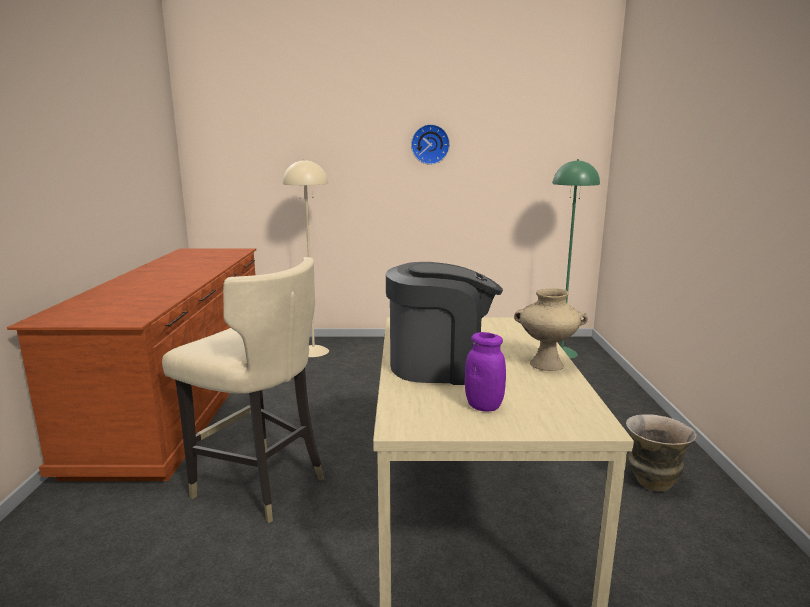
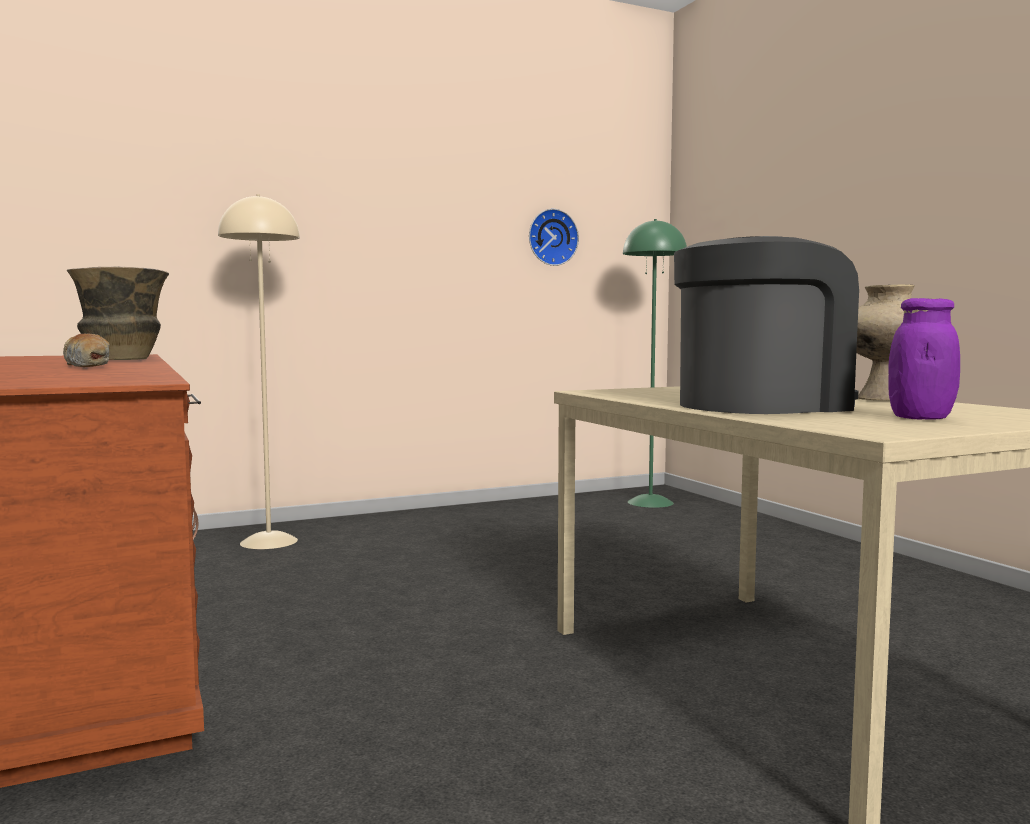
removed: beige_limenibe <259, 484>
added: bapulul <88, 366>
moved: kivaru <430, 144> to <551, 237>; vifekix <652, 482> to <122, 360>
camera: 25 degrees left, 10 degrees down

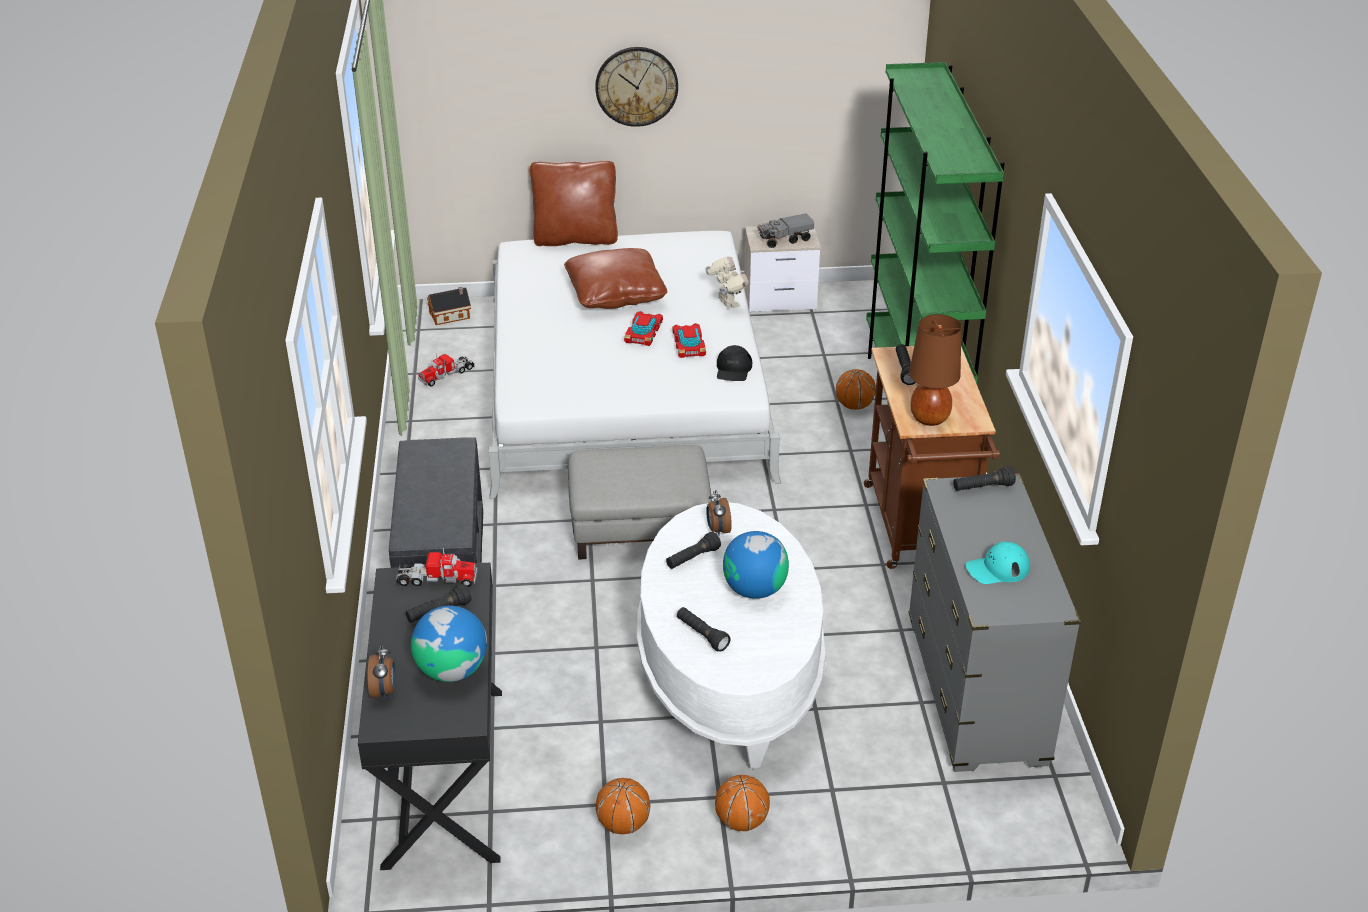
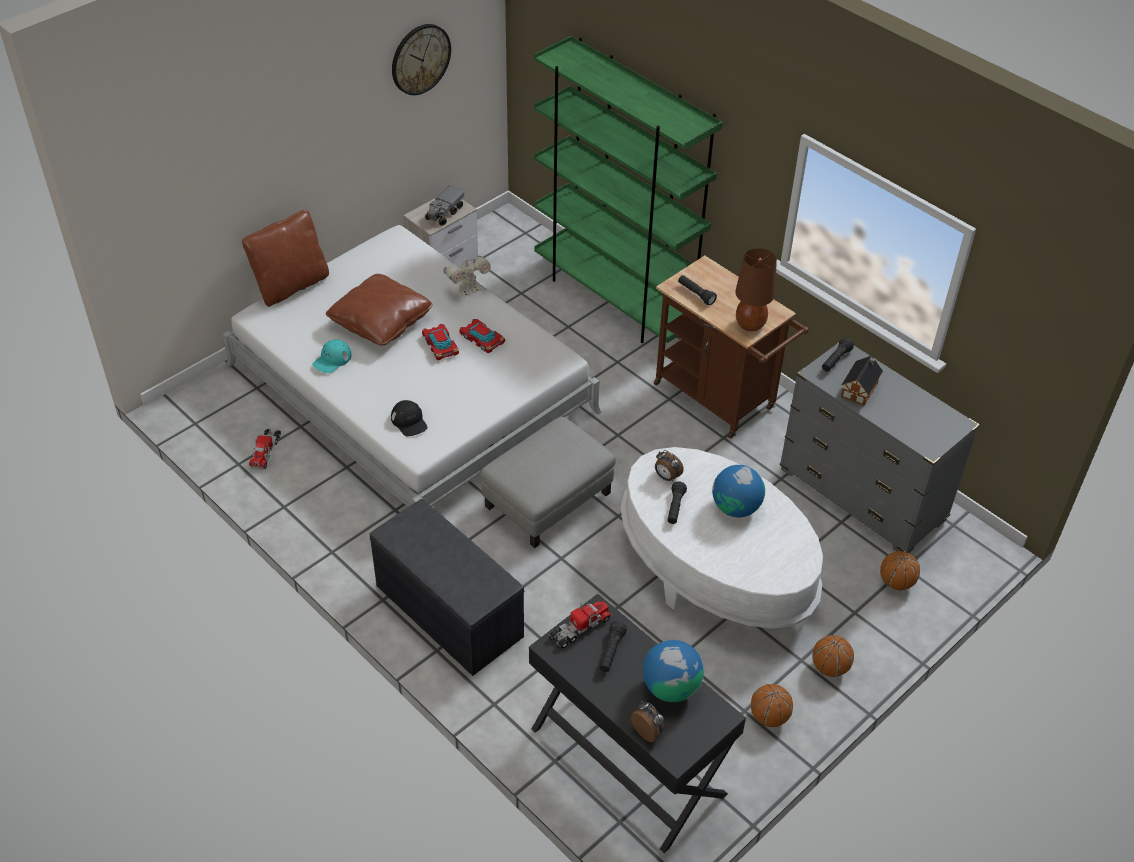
removed: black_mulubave <702, 635>
moved: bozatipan <451, 316> to <860, 389>; kivaru <636, 86> to <420, 59>; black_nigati <733, 369> to <409, 421>; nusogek <854, 406> to <896, 582>; turquoise_nigati <997, 569> to <332, 359>
turned: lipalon <727, 303> = <468, 290> 120 degrees clockwise
camera: 40 degrees left, 10 degrees up

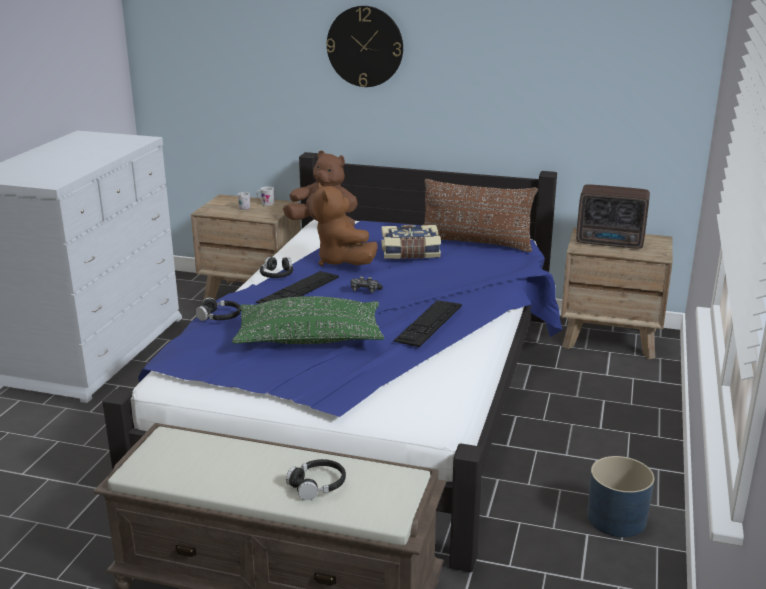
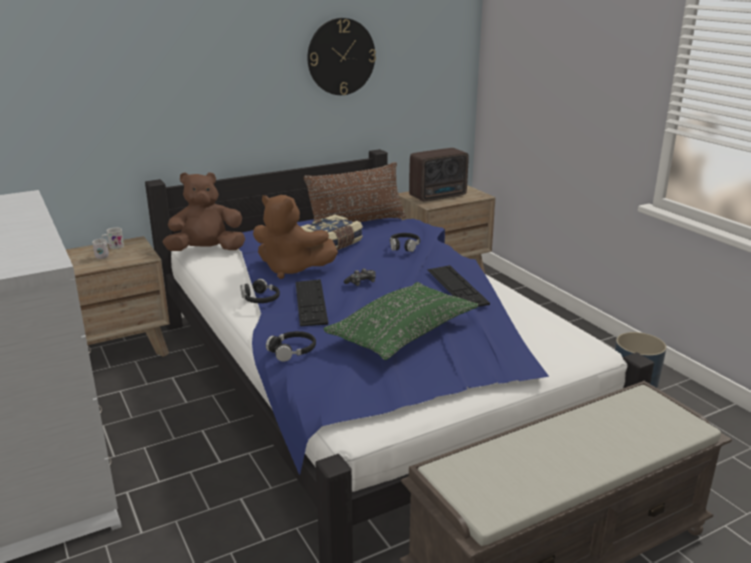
moved: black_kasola <317, 485> to <404, 246>; kivaru <365, 46> to <341, 57>
camera: 45 degrees left, 0 degrees up

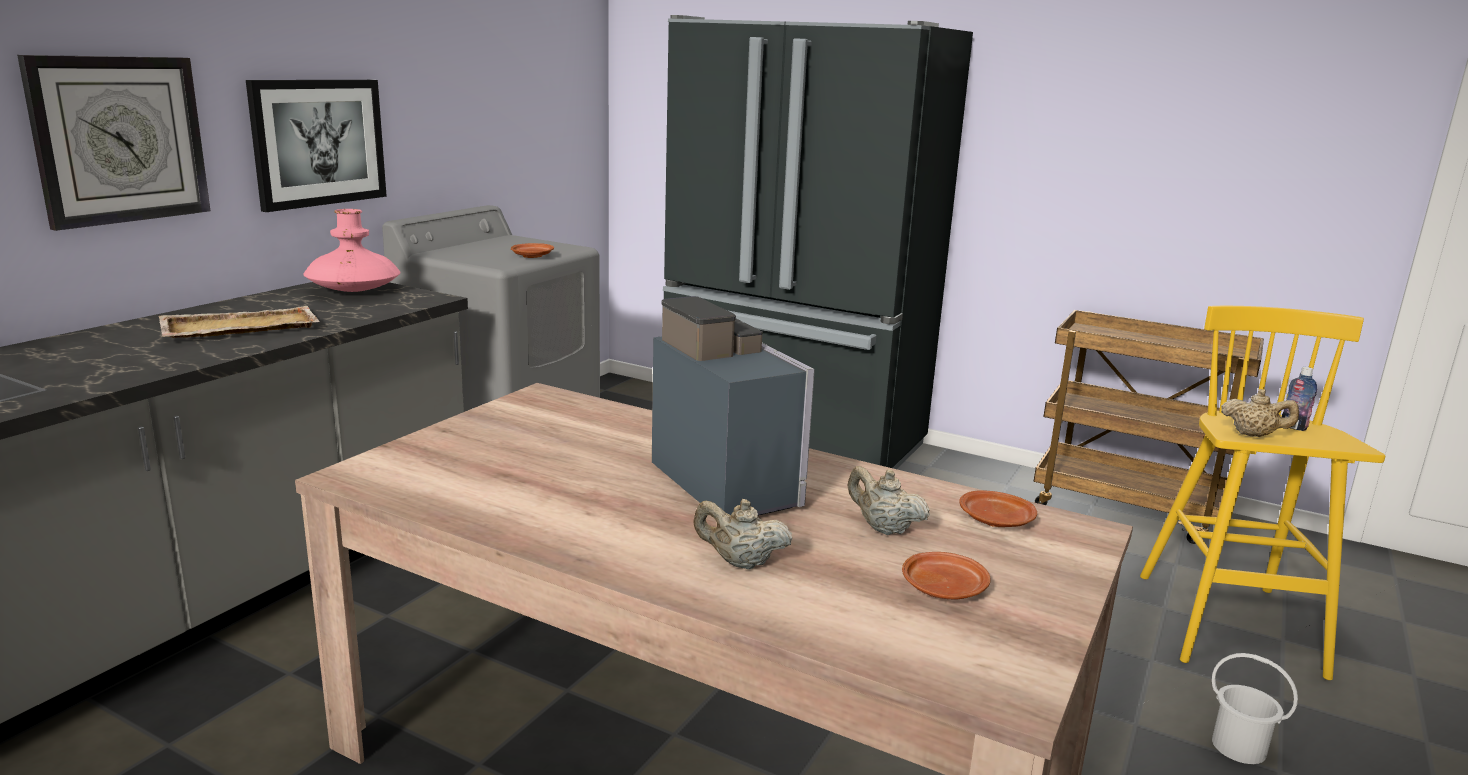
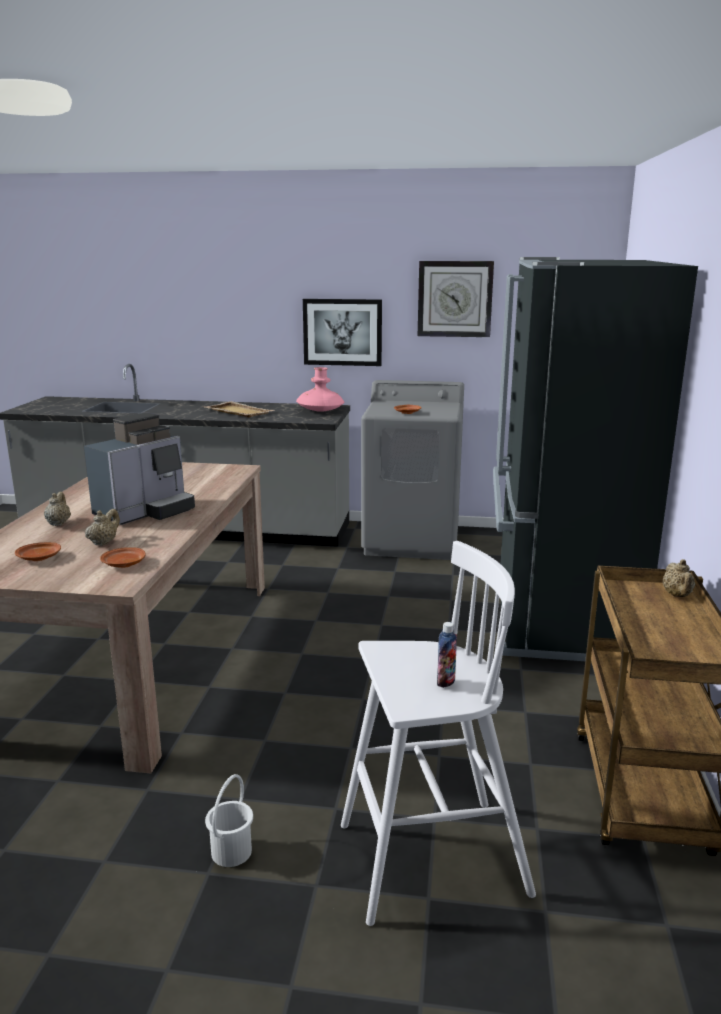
moved: kivaru <119, 140> to <455, 299>; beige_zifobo <1254, 435> to <677, 595>
recoloured: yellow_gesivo <1229, 626> to white_gesivo <428, 860>
camera: 70 degrees right, 0 degrees up

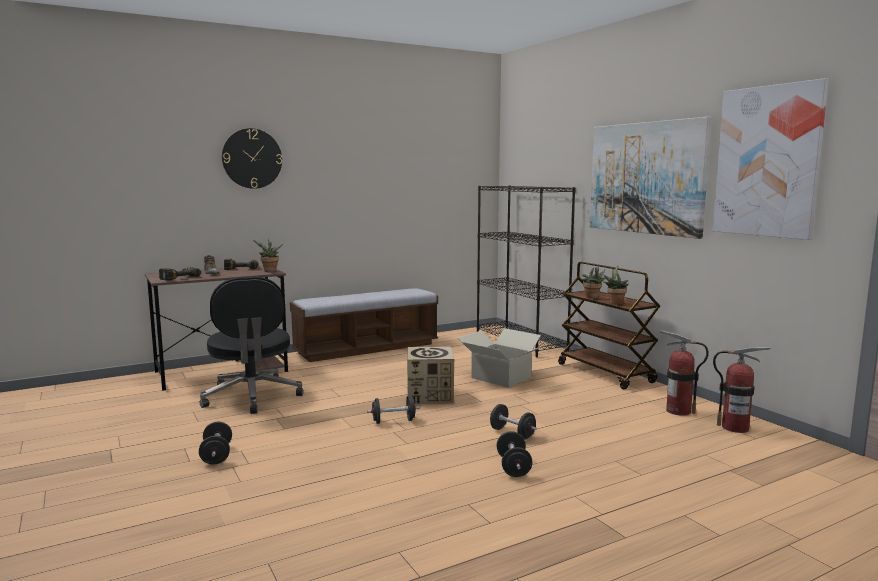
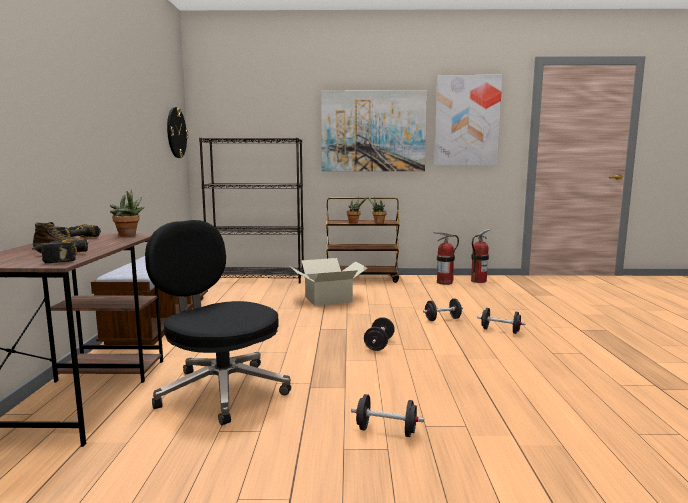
removed: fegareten <430, 396>
moved: kivaru <252, 158> to <176, 132>
turned: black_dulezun <252, 397> = <220, 390> 150 degrees counterclockwise
camera: 60 degrees left, 0 degrees up

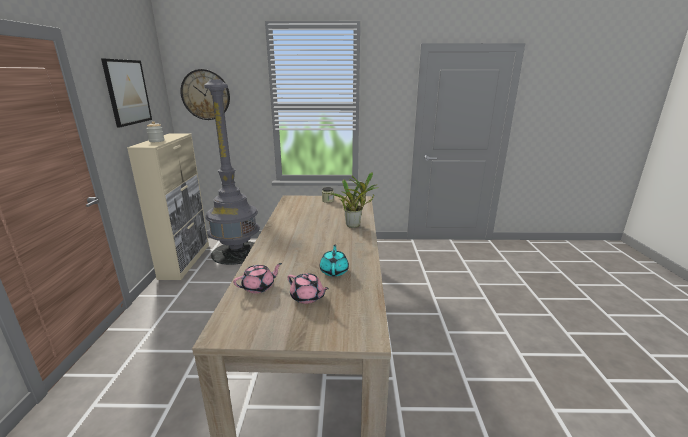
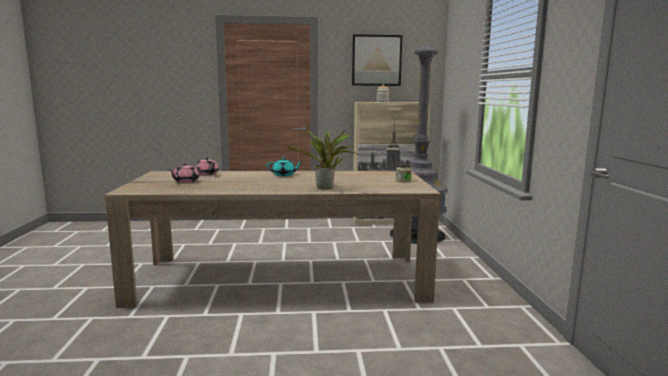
removed: kivaru <205, 95>
moved: turquoise_zifobo <334, 271> to <284, 175>
camera: 85 degrees right, 10 degrees down

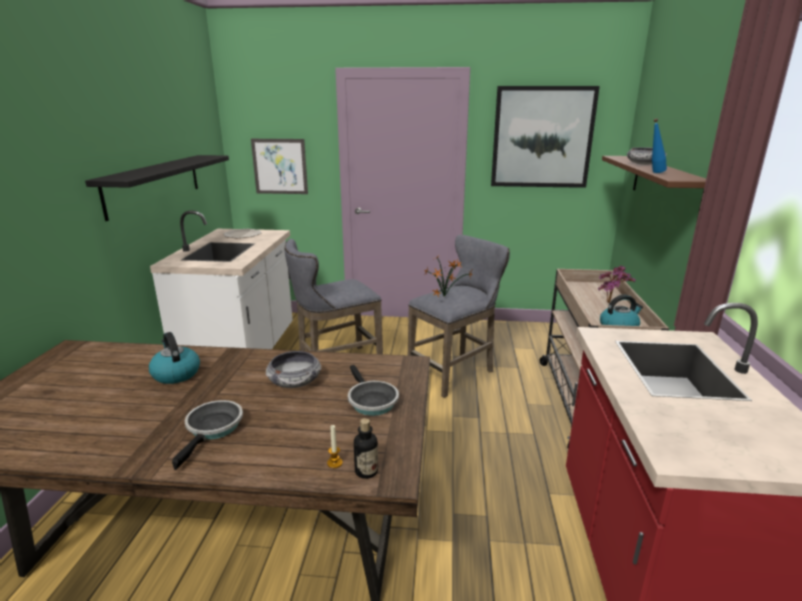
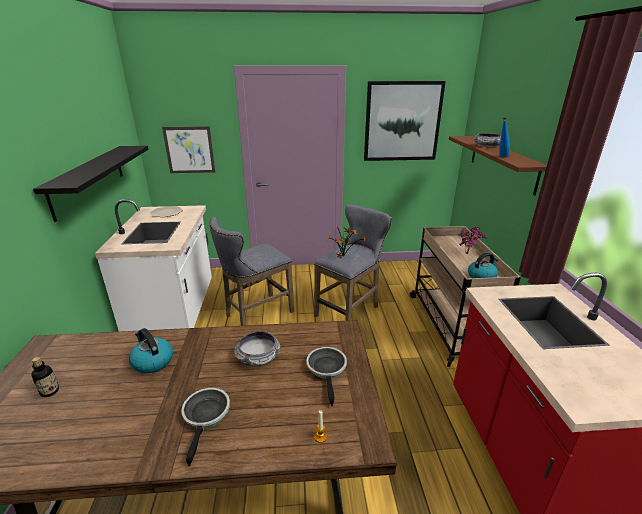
moved: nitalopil <366, 471> to <50, 391>
turned: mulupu <371, 401> = <327, 370> 150 degrees counterclockwise
camera: 10 degrees left, 5 degrees up

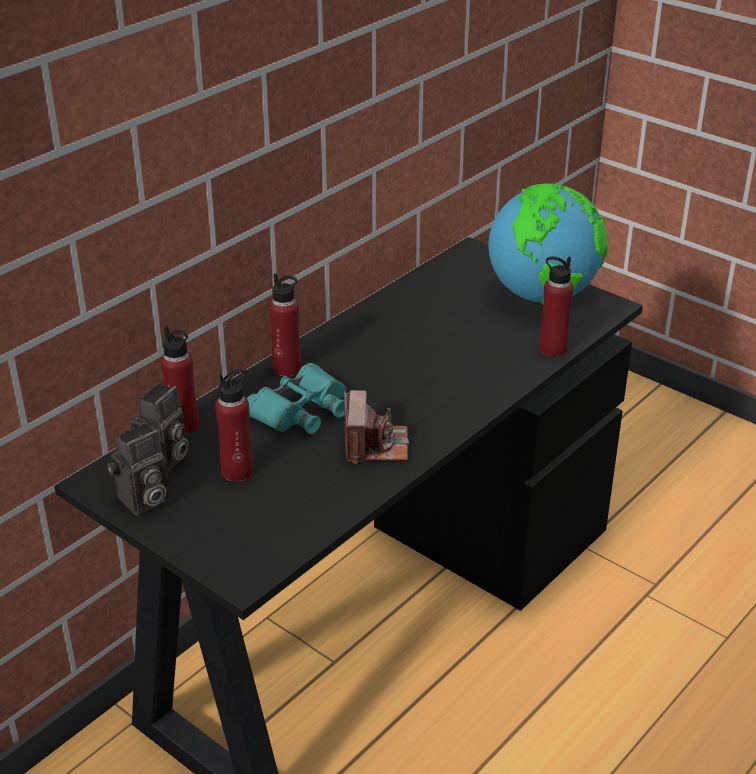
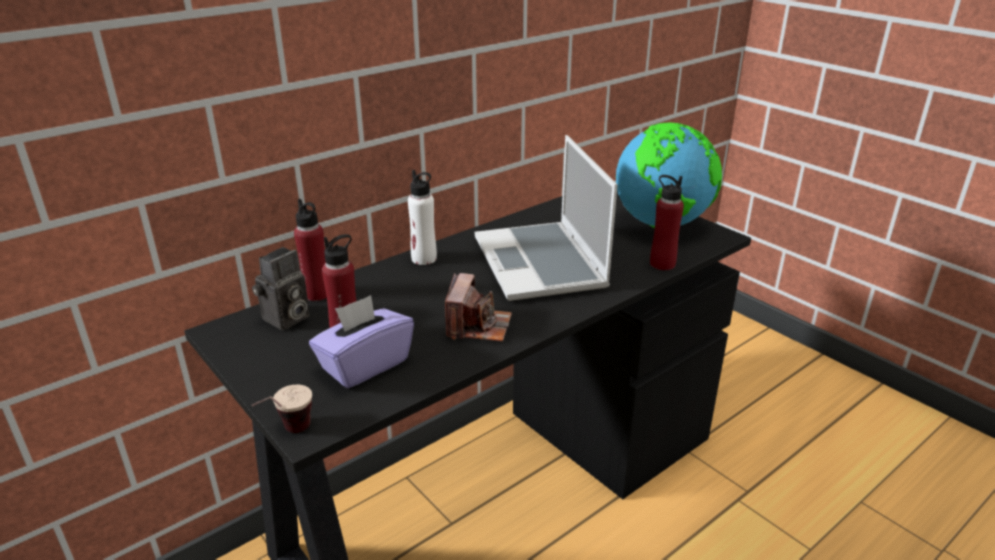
removed: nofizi <143, 501>; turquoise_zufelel <301, 409>
added: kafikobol <287, 434>; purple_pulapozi <364, 365>; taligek <541, 264>
recoloured: red_nitalopil <287, 368> to white_nitalopil <424, 259>
camera: 10 degrees right, 5 degrees down

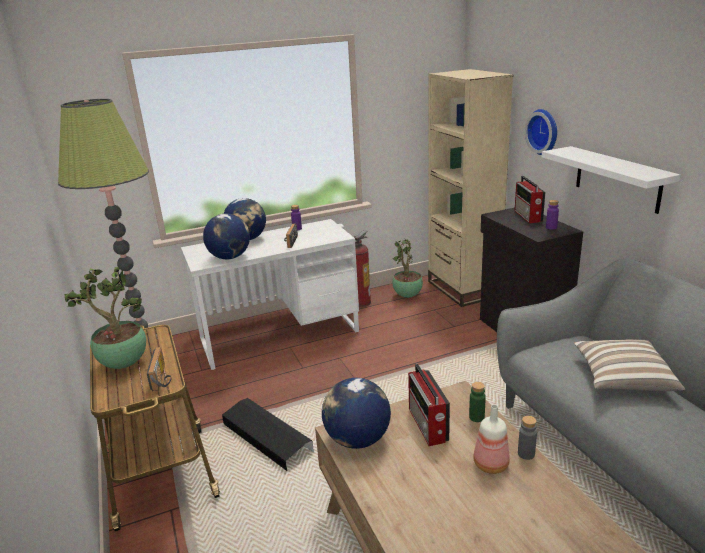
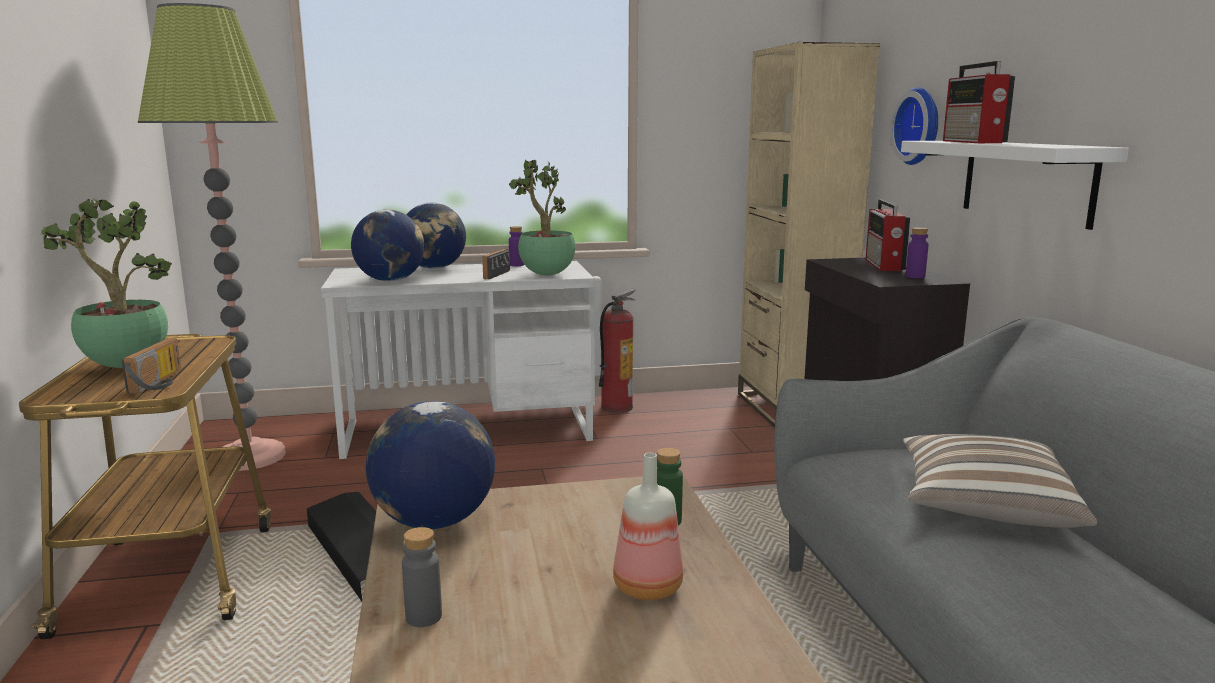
moved: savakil <407, 296> to <546, 275>; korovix <428, 426> to <973, 142>; grey_nitalopil <526, 454> to <424, 617>
camera: 10 degrees right, 10 degrees down

